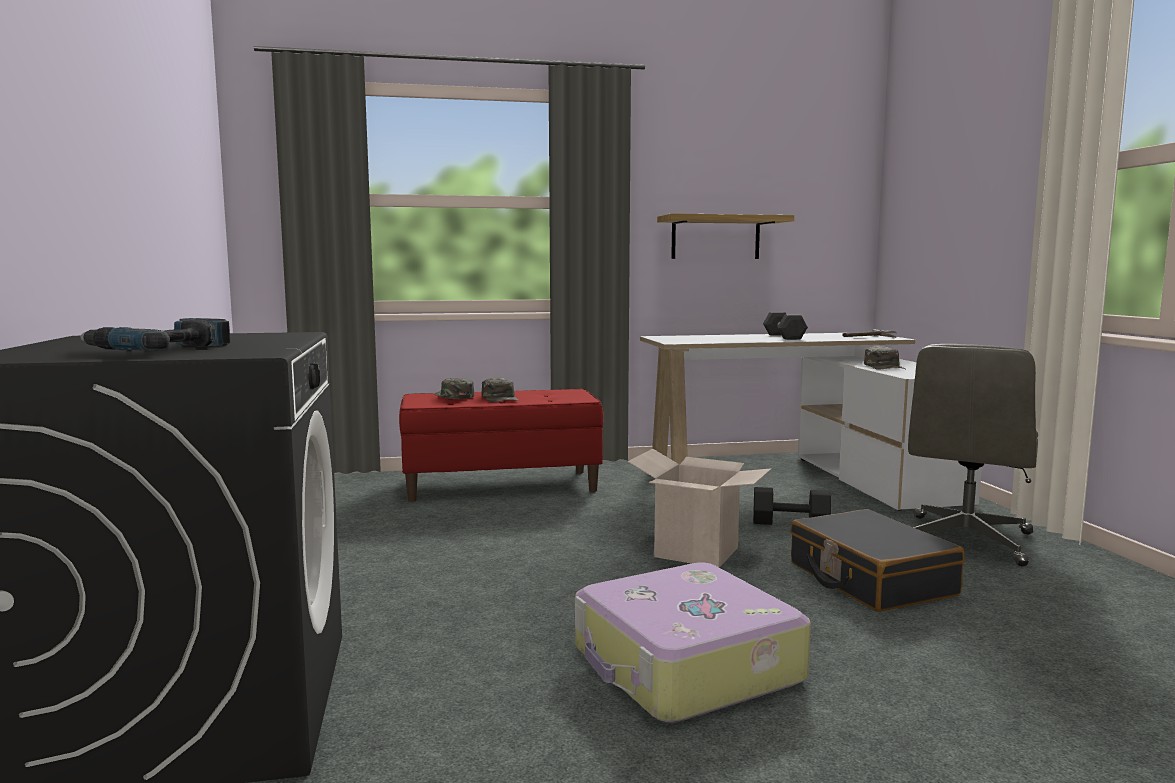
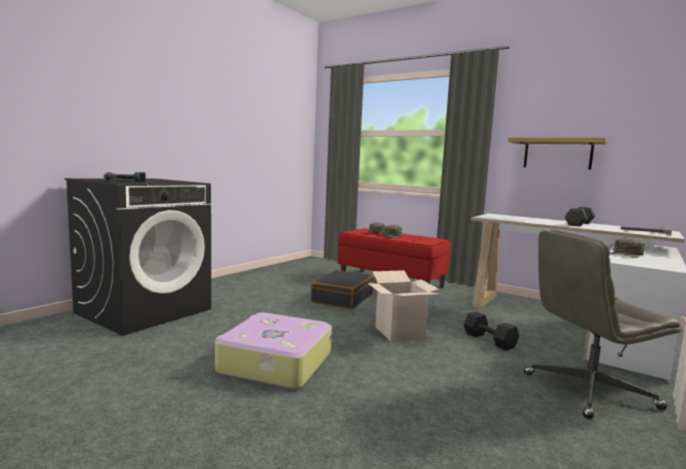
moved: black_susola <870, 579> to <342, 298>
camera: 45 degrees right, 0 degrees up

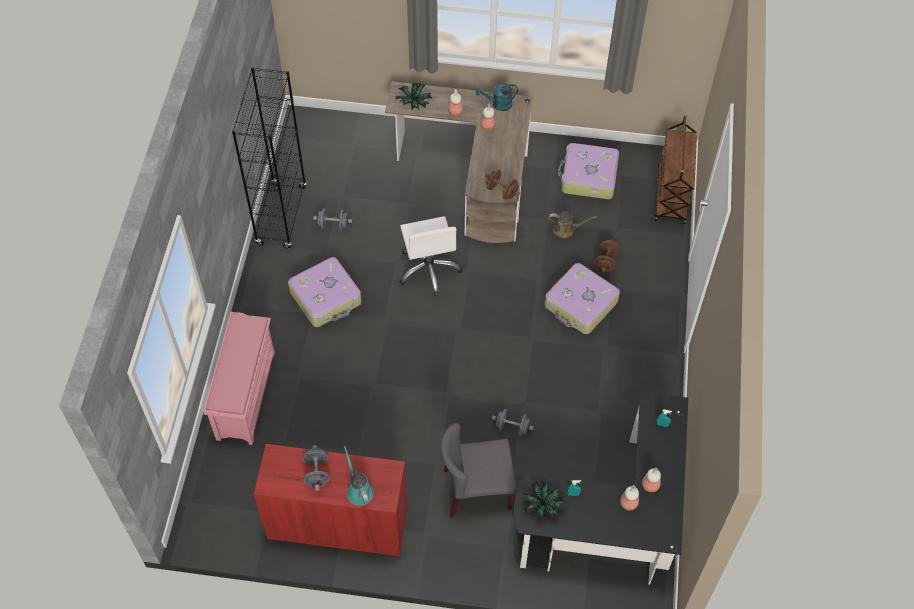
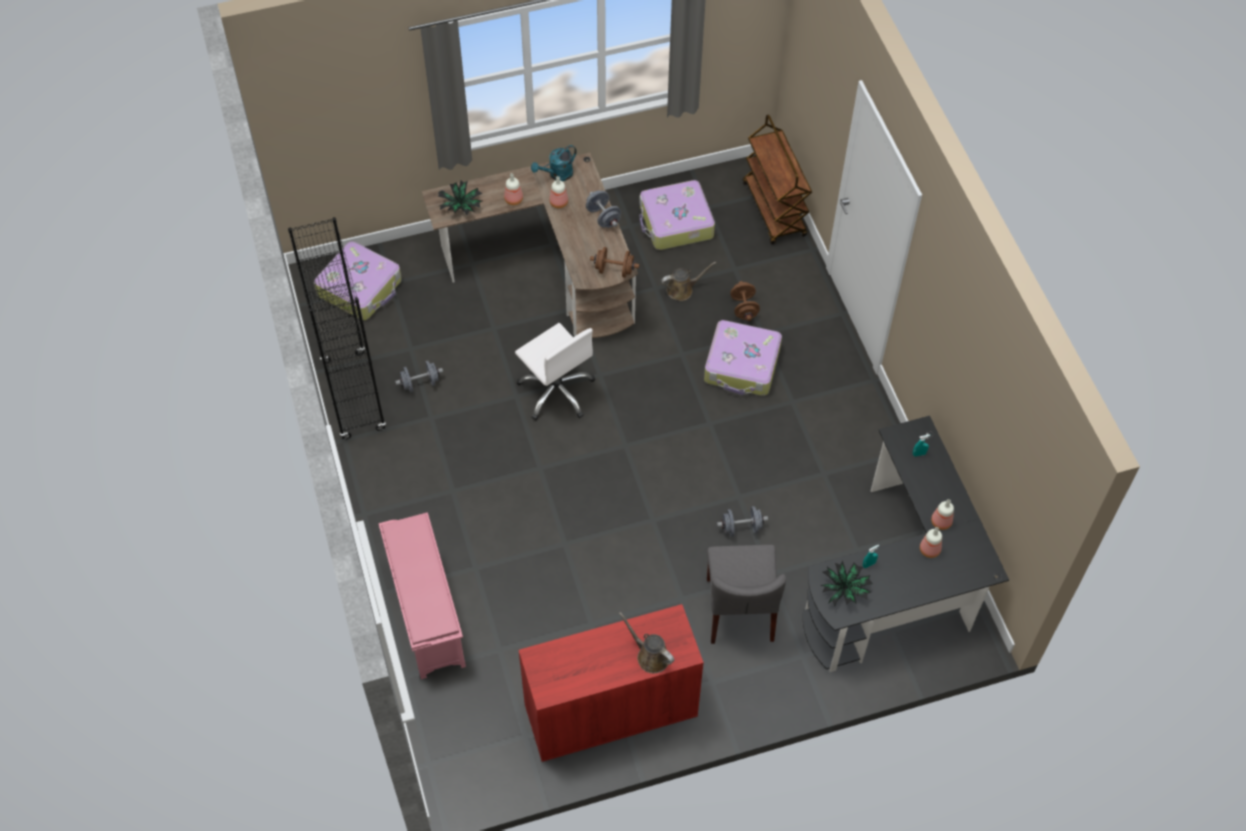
moved: susola <326, 298> to <360, 288>; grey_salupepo <317, 473> to <603, 217>
recoloured: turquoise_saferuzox <358, 490> to brown_saferuzox <650, 656>
turned: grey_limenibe <476, 490> = <740, 610> 60 degrees counterclockwise
camera: 25 degrees left, 0 degrees up

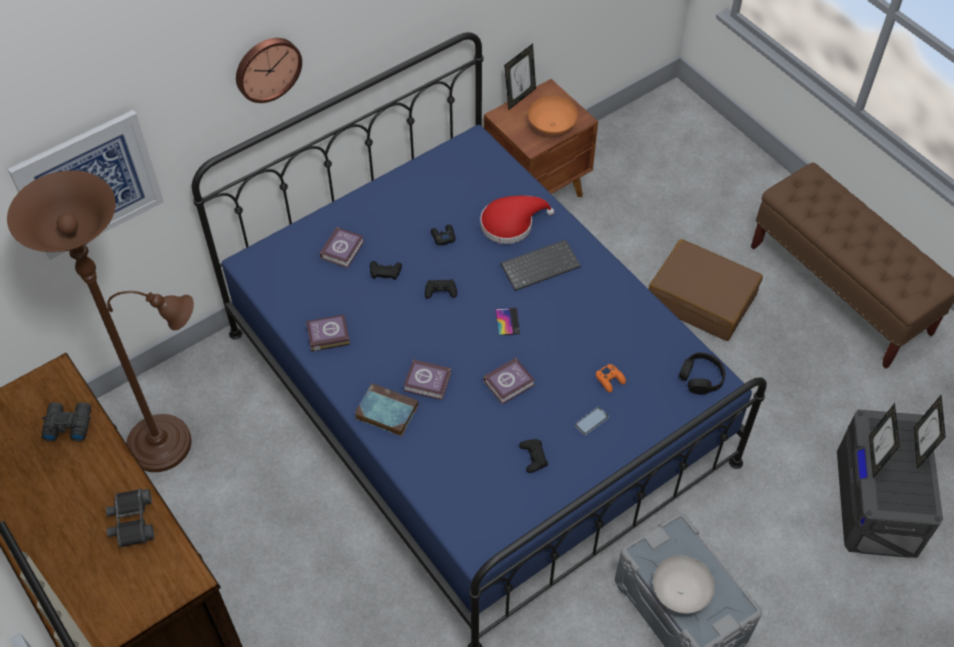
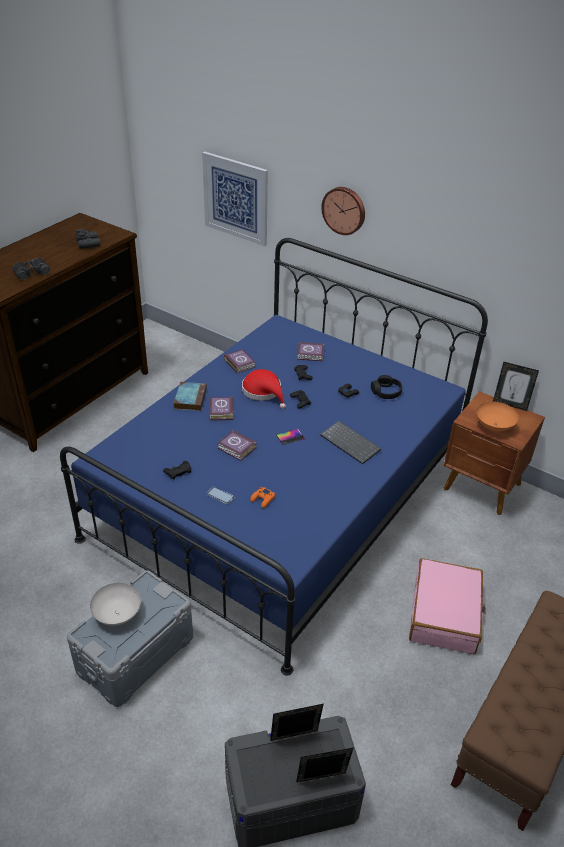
removed: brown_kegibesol <168, 443>
moved: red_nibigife <511, 223> to <263, 392>; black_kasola <701, 378> to <386, 392>
recoloured: brown_susola <701, 299> to pink_susola <445, 614>
camera: 70 degrees right, 15 degrees down

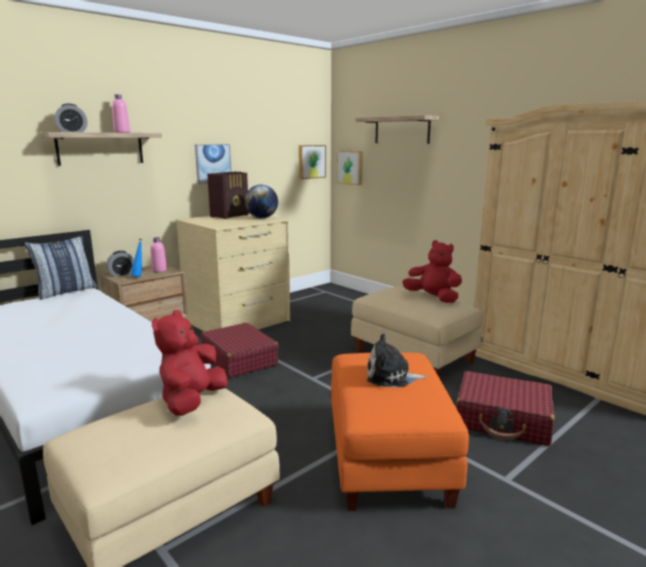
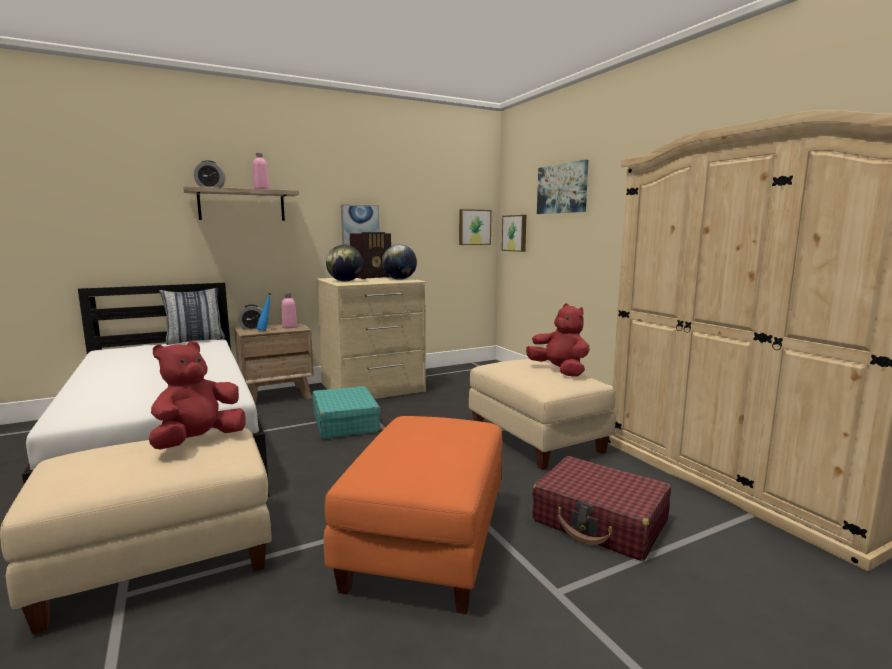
removed: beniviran <391, 377>
added: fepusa <345, 281>
replaced: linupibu <401, 130> to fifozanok <562, 188>
recoloured: red_susola <239, 359> to turquoise_susola <345, 423>
camera: 15 degrees right, 5 degrees down

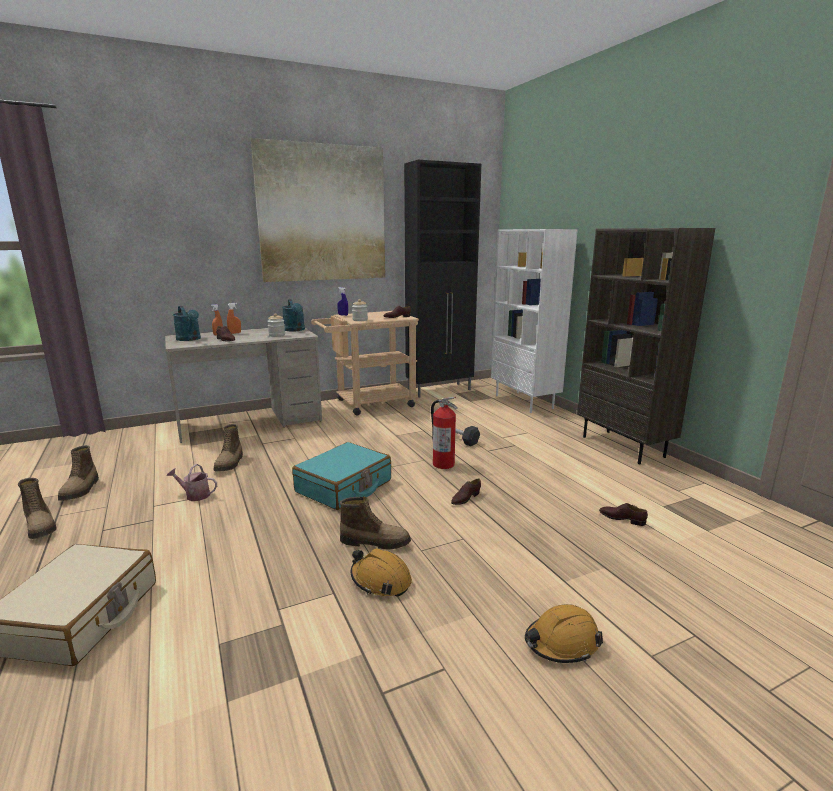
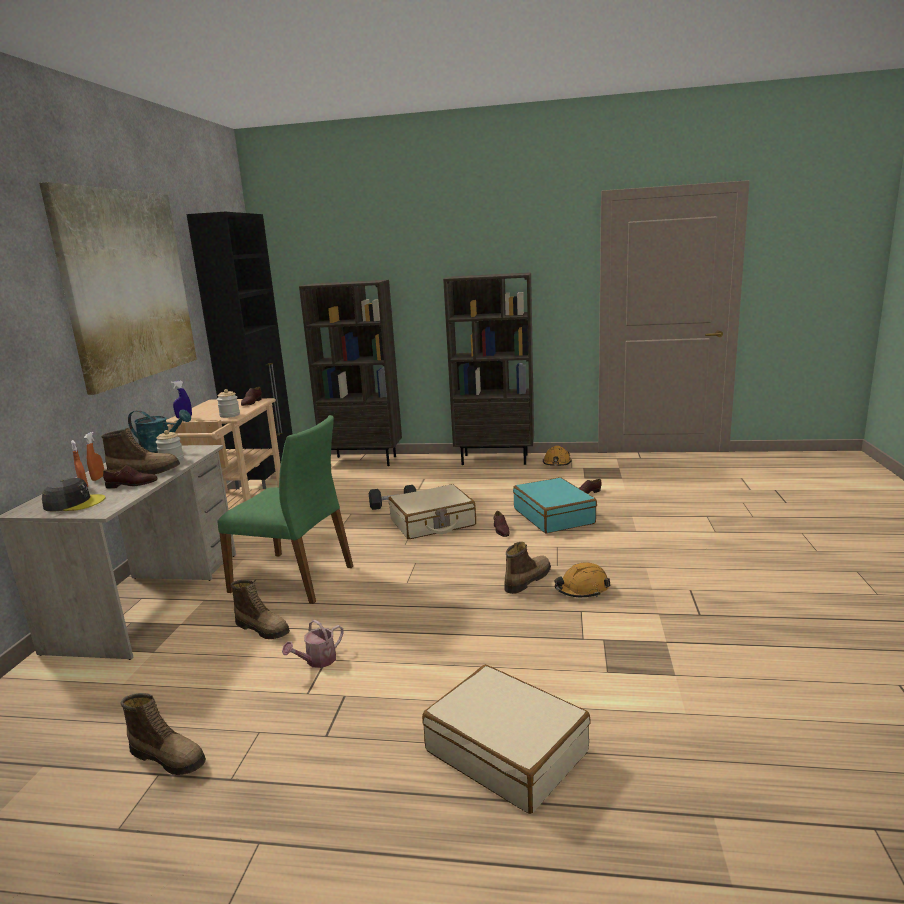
added: green_limenibe <294, 578>
moved: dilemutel <41, 527> to <145, 472>; turquoise_susola <344, 487> to <554, 516>; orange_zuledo <561, 643> to <557, 463>
replaced: turquoise_saferuzox <190, 339> to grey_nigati <74, 503>; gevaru <443, 464> to beige_susola <432, 523>
recoloured: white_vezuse <524, 402> to brown_vezuse <363, 461>
camera: 55 degrees left, 0 degrees up

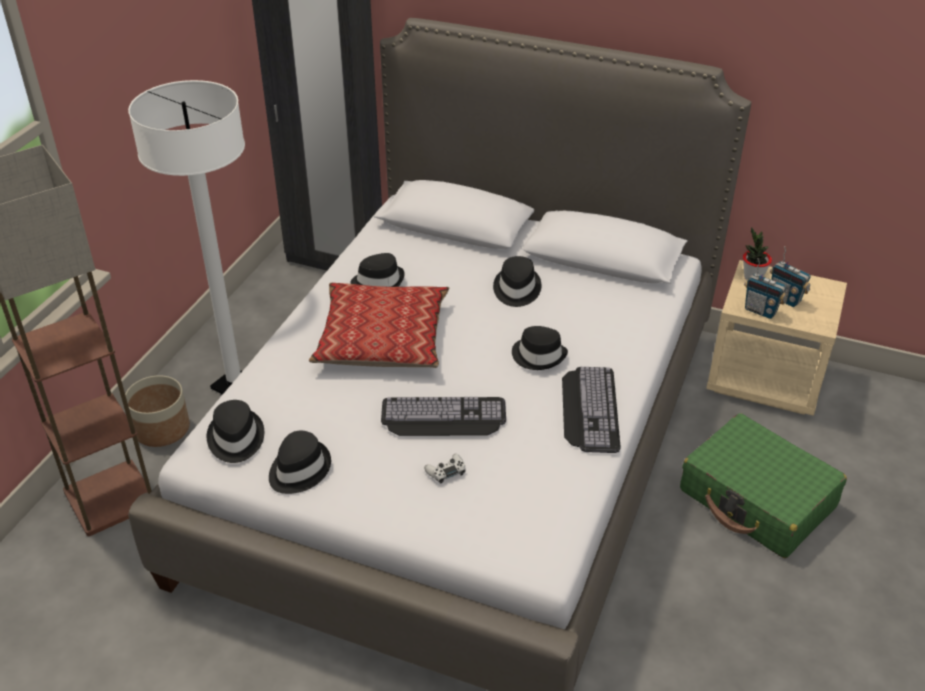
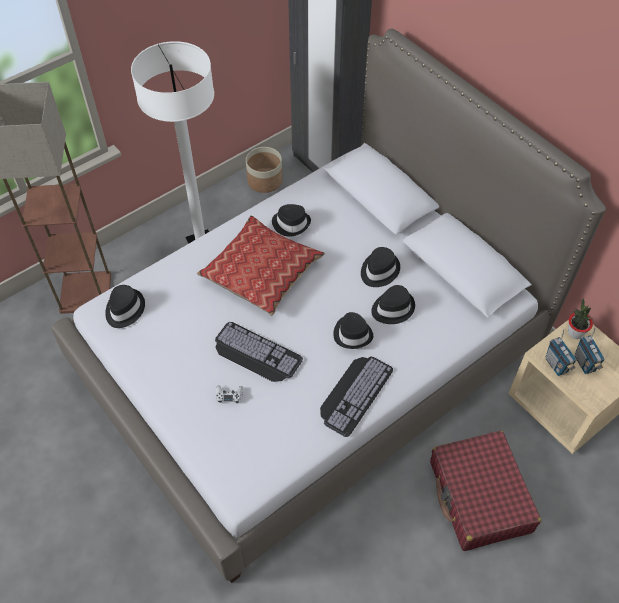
moved: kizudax <162, 428> to <265, 180>; black_nibigife <298, 469> to <392, 308>
recoloured: green_susola <757, 499> to red_susola <479, 497>
camera: 30 degrees right, 15 degrees up

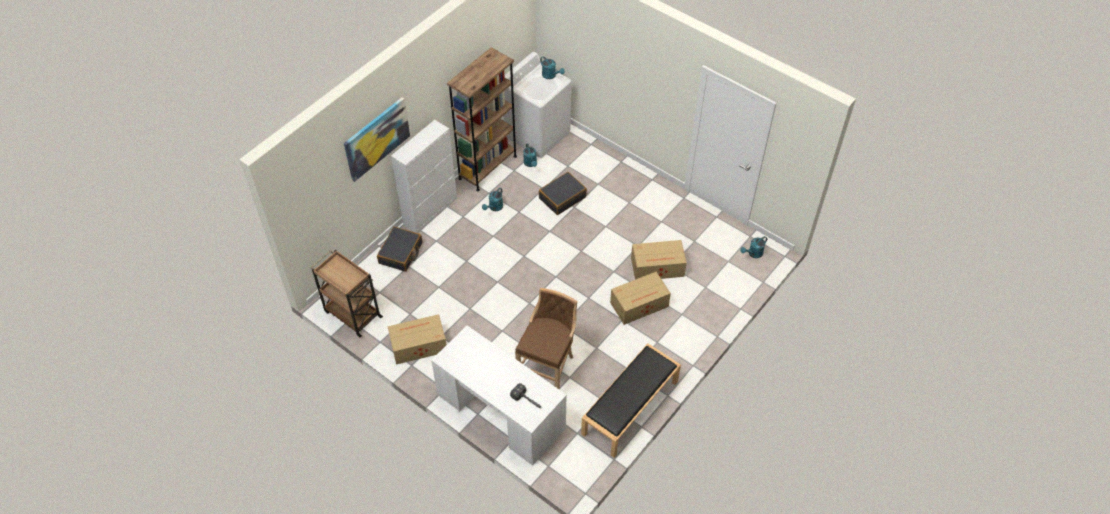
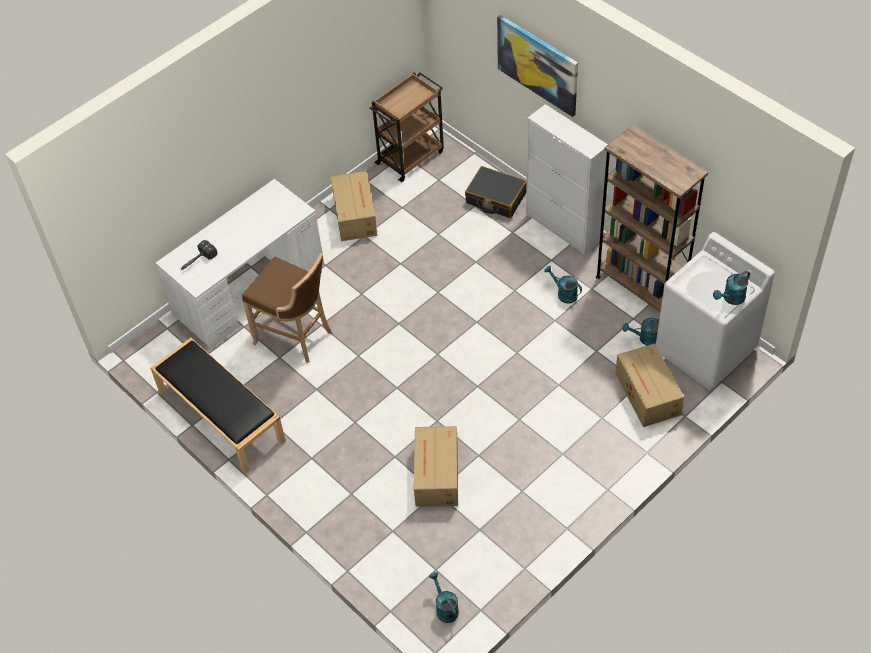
removed: black_susola <562, 197>
moved: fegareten <640, 304> to <647, 395>
camera: 100 degrees right, 0 degrees up

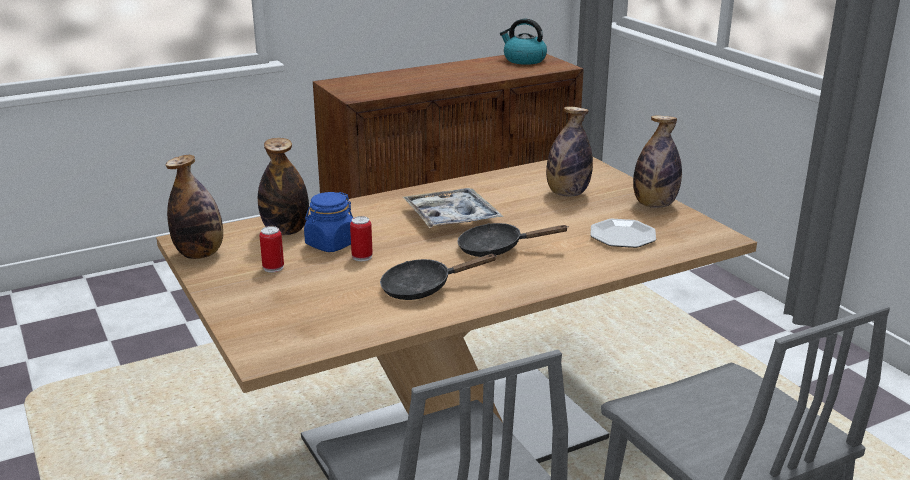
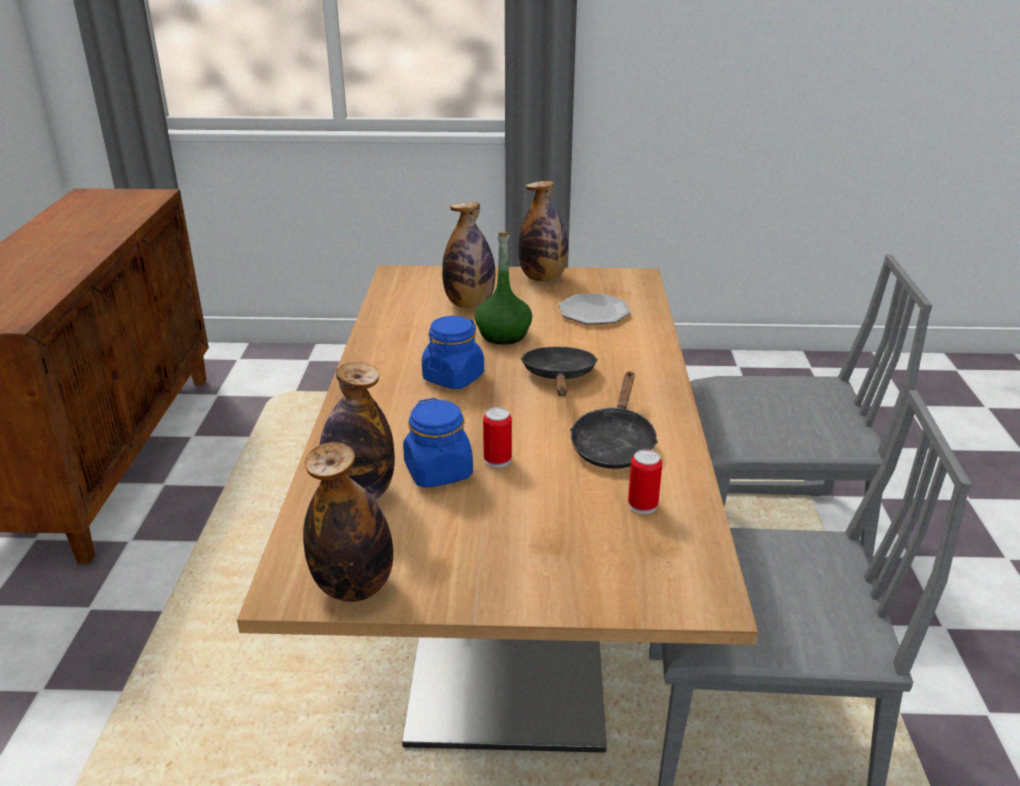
removed: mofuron <523, 60>
added: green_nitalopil <503, 335>
moved: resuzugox <273, 267> to <642, 505>
replaced: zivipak <451, 217> to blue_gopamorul <453, 377>
turned: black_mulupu <497, 249> = <559, 377> 150 degrees clockwise
camera: 60 degrees left, 5 degrees up

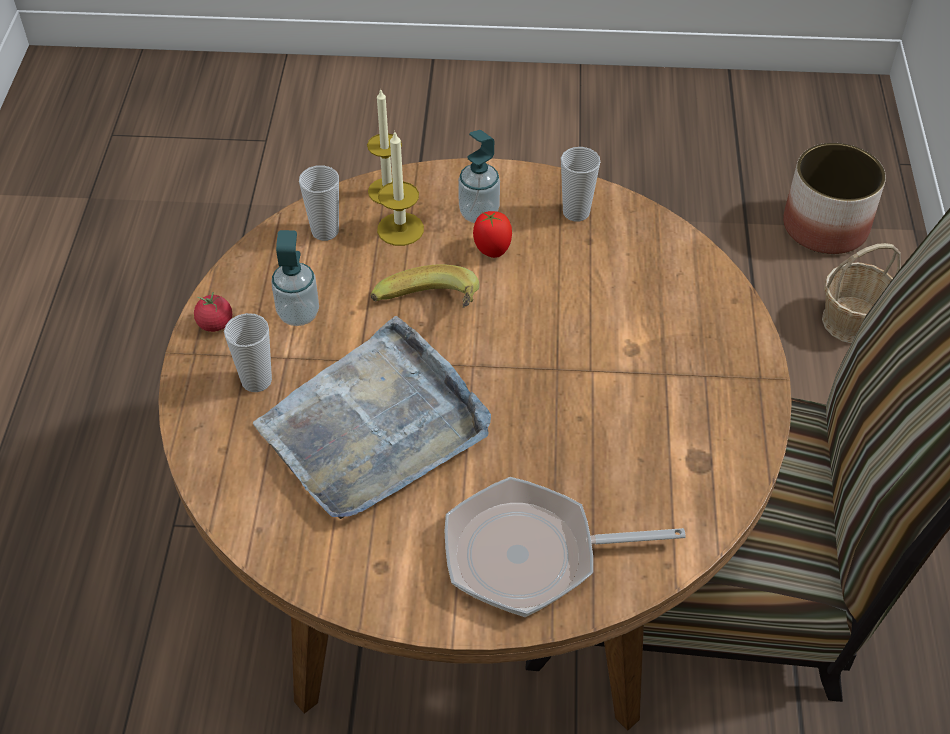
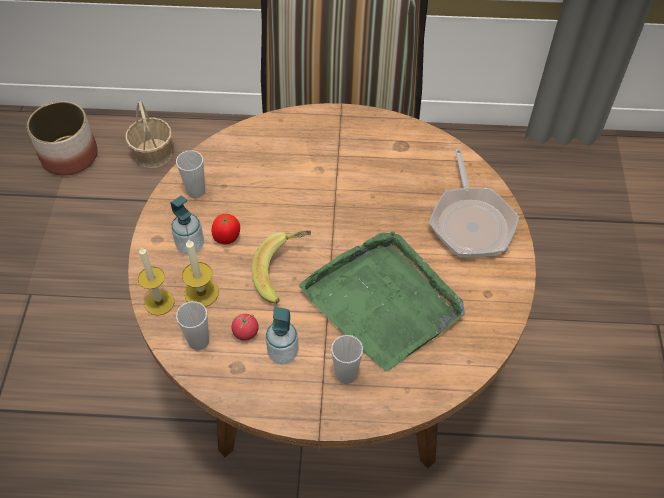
moved: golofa <215, 324> to <245, 332>
recoloured: grey_zivipak <375, 427> to green_zivipak <383, 301>
camera: 90 degrees left, 5 degrees up

